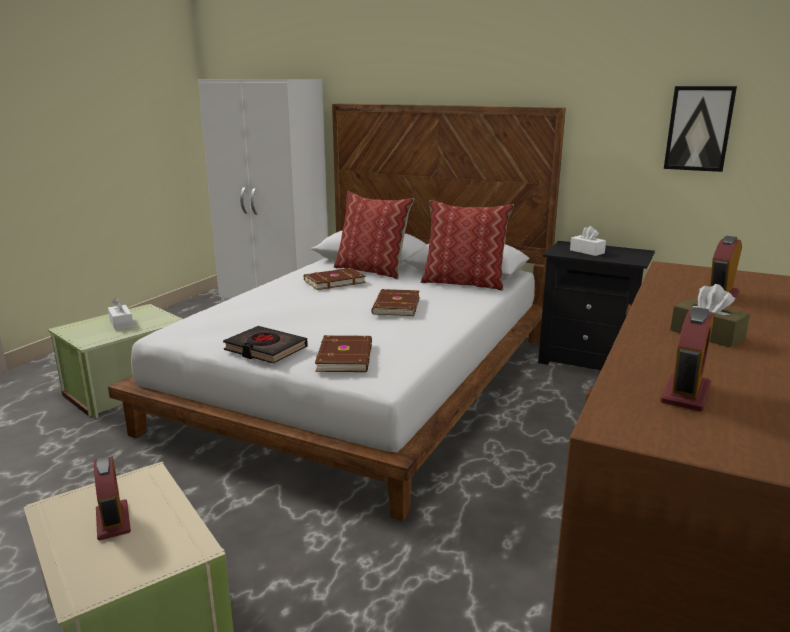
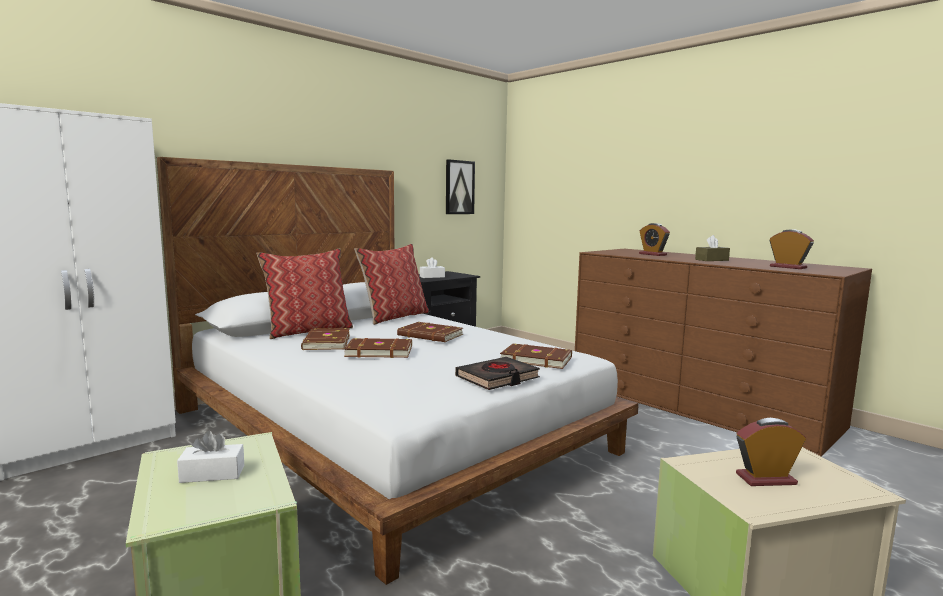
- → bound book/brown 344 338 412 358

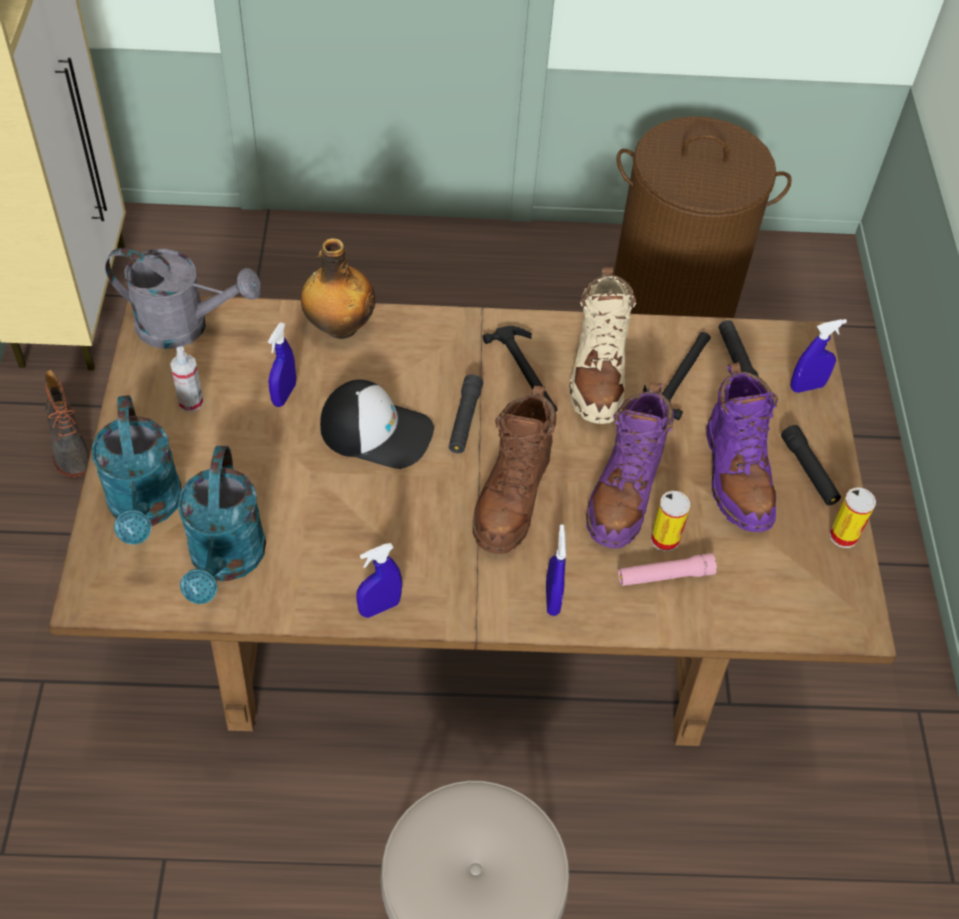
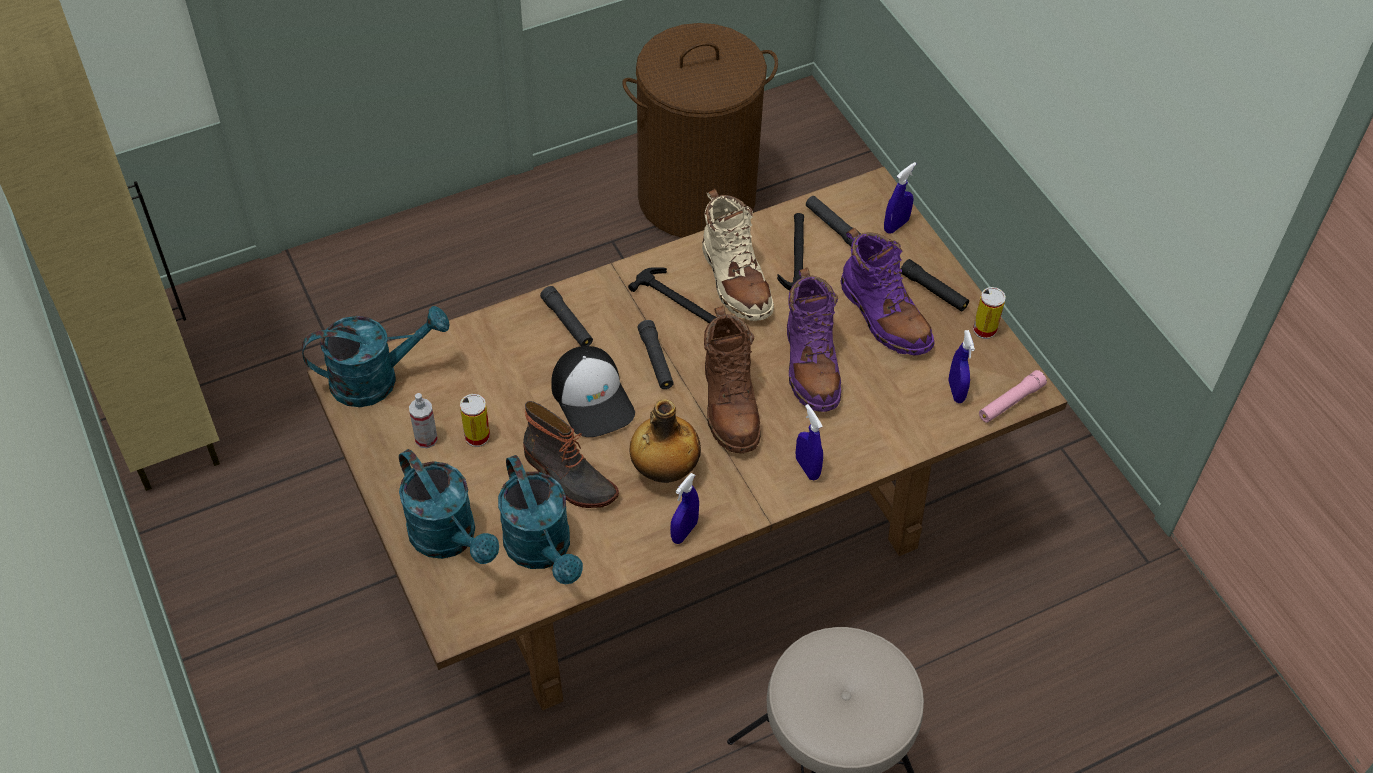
- → torch/blackish 540 286 593 346
boot 45 370 90 478 → boot 523 401 619 508, move
sprayer/blue-coloured 268 322 296 407 → sprayer/blue-coloured 948 330 975 403, move
beverage bottle 301 238 376 339 → beverage bottle 630 399 701 483, move
torch/pink 618 553 717 586 → torch/pink 979 370 1047 423, move
can 651 491 690 552 → can 460 394 490 447, move
watering pot/greyish 105 248 261 349 → watering pot/turquoise 302 306 449 407
cap 320 379 434 469 → cap 551 346 635 437, 75 degrees clockwise

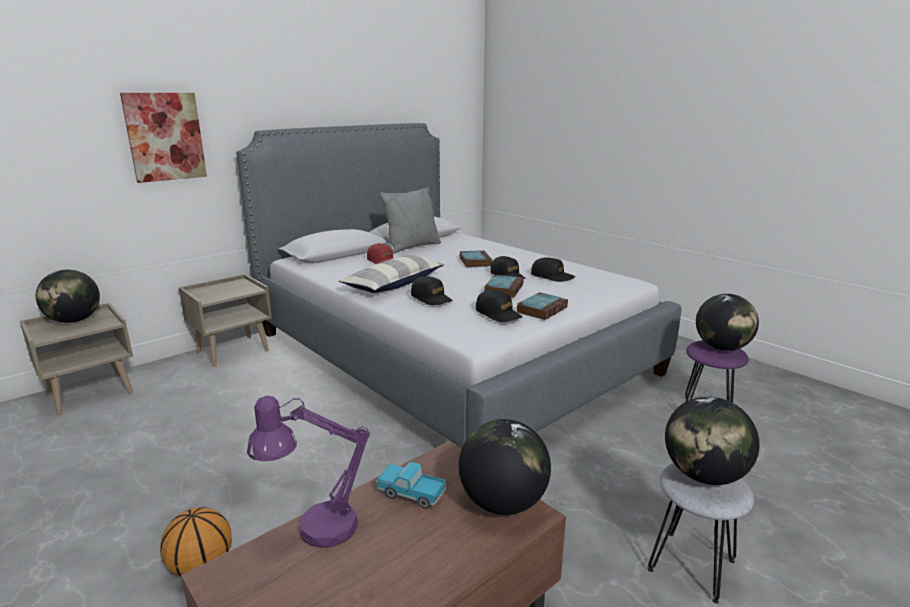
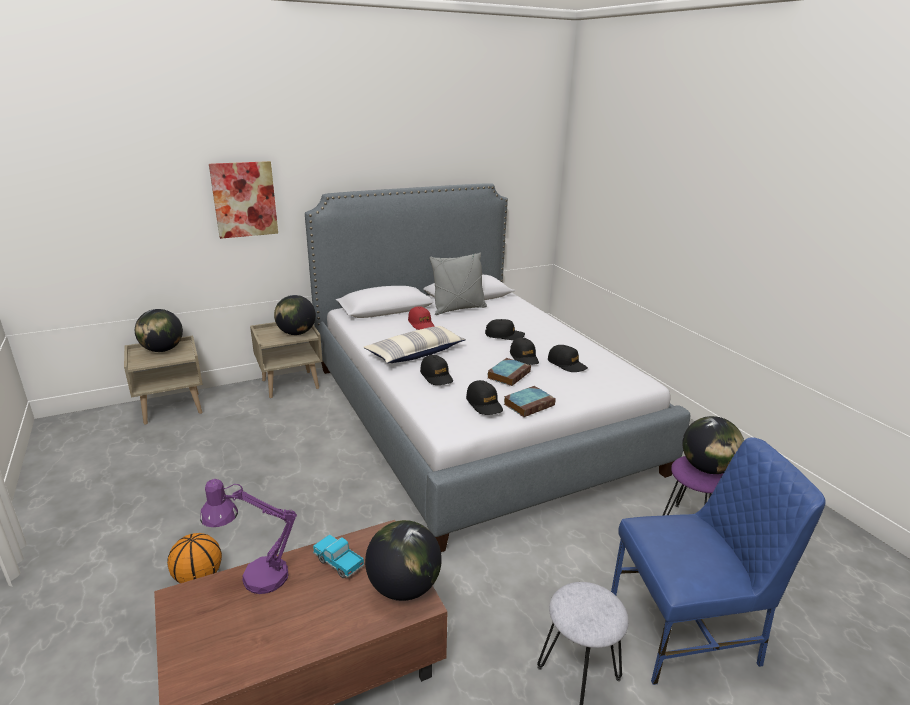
- → chair/blue-coloured 611 437 826 685
world globe 665 396 759 485 → world globe 274 295 316 335, move
bound book 460 250 492 268 → cap/blackish 485 319 525 340

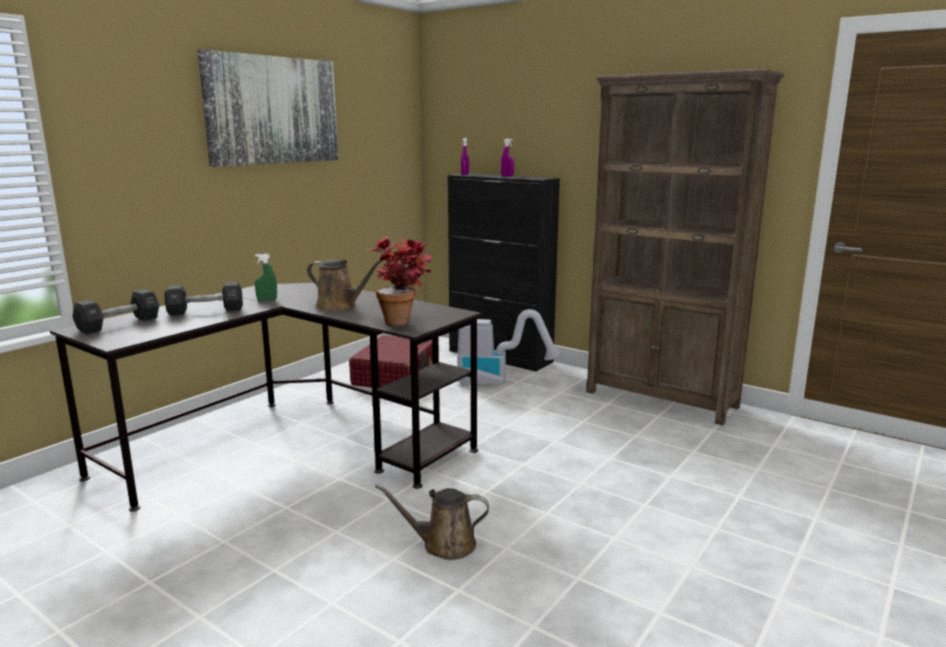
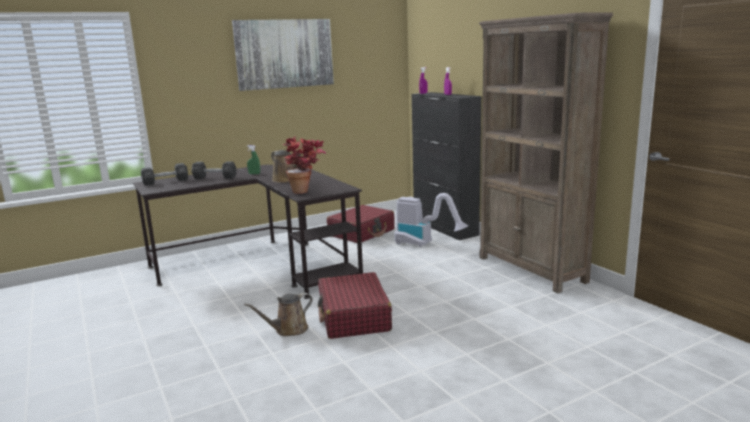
- → travel case/reddish 318 272 392 339
watering pot/brown 375 484 489 560 → watering pot/brown 244 293 313 336, 60 degrees counterclockwise

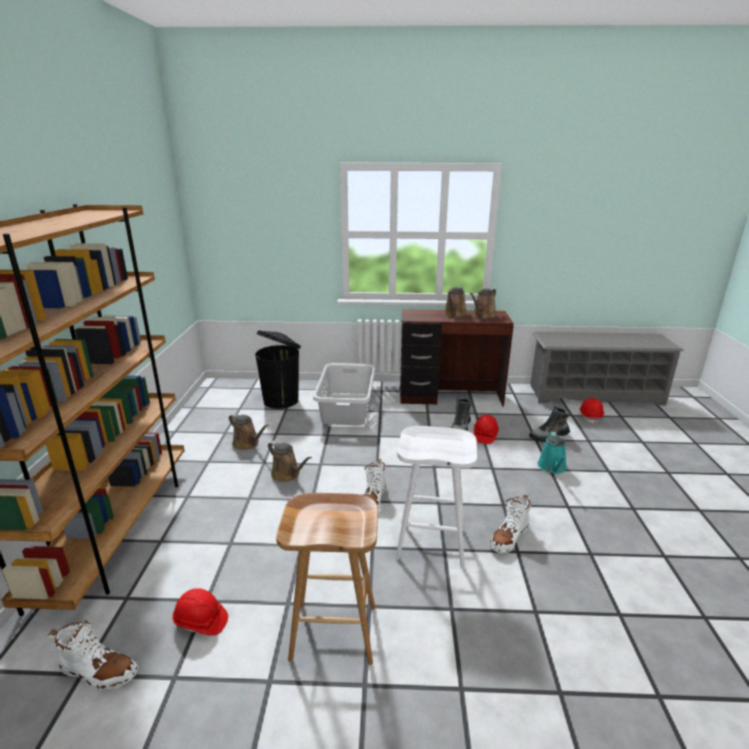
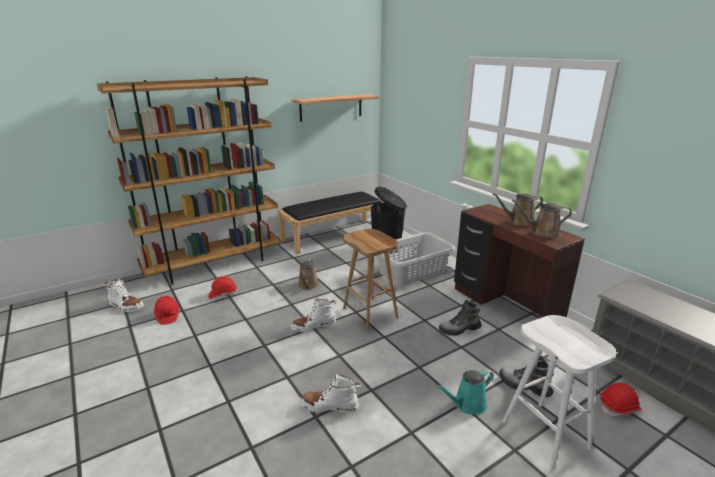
watering pot/brown 229 413 269 450 → -
- → indoor bench/blackish 278 192 384 255
- → wall shelf 291 94 379 122
stool seat/brown 276 493 378 665 → stool seat/brown 343 229 398 330, move
stool seat/whitish 396 426 477 568 → stool seat/whitish 503 315 616 471, move
safety helmet/reddish 474 415 499 444 → safety helmet/reddish 209 276 238 299, move
boot/whitish 48 620 138 690 → boot/whitish 104 279 144 312, 45 degrees counterclockwise

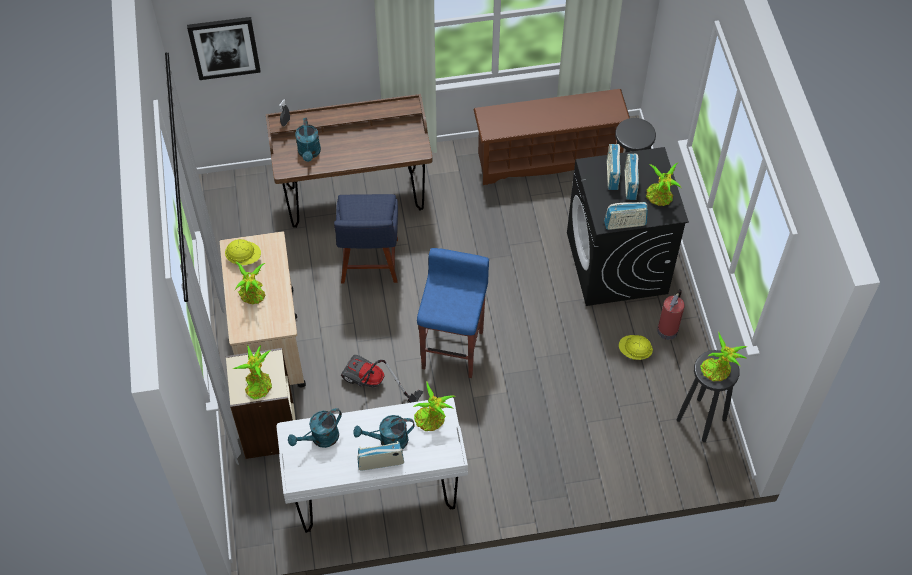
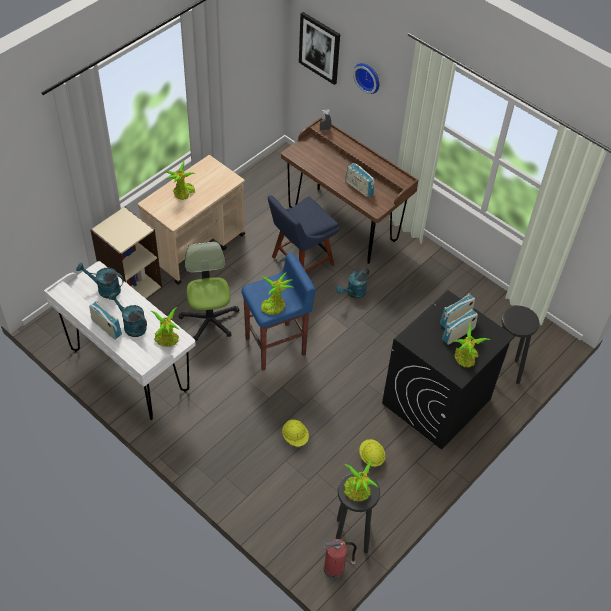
shoe rack/brown 473 89 630 185 → -
- → hanging clock 353 63 379 94
safety helmet/yellow-coloured 225 239 261 265 → safety helmet/yellow-coloured 282 420 309 446, move
plant in a pot 233 345 272 400 → plant in a pot 261 273 293 315, move
watering pot/turquoise 295 118 321 162 → watering pot/turquoise 336 268 369 298, move
radio receiver 604 202 648 230 → radio receiver 345 163 375 197, move
fire extinguisher 657 289 685 340 → fire extinguisher 324 539 356 579, move
hoover 341 355 423 403 → office chair 179 242 240 342

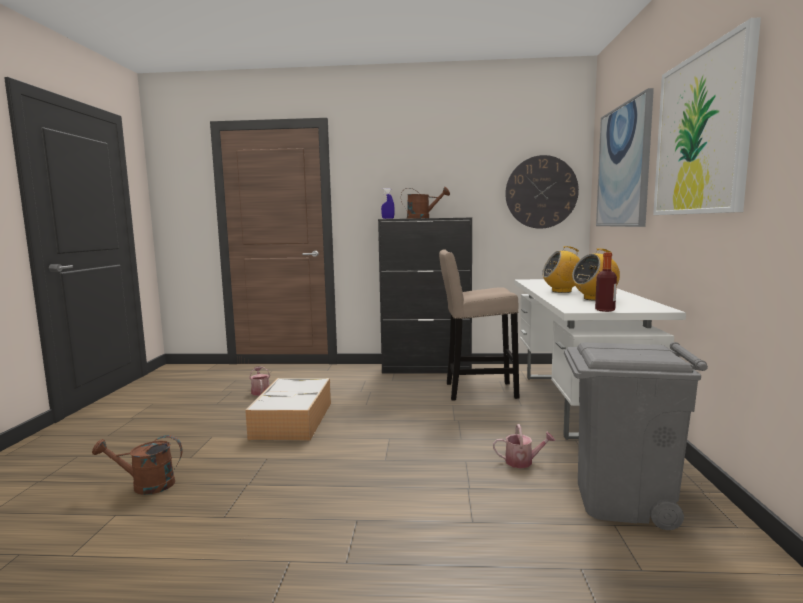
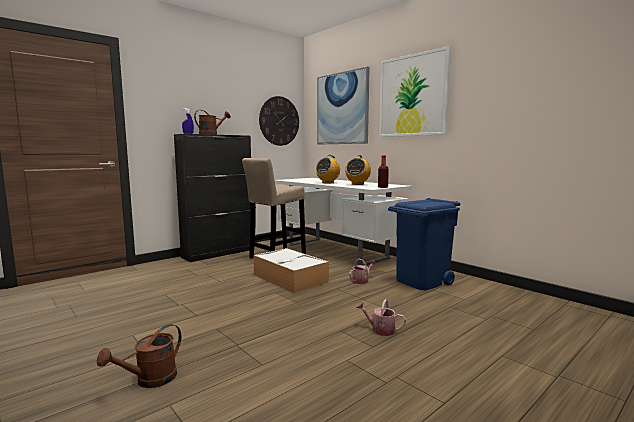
storage bin 245 378 331 441 → storage bin 253 248 329 293, move
watering pot 249 366 270 396 → watering pot 356 299 406 336, move
trash can/greyish 564 342 708 530 → trash can/blue-coloured 388 198 460 290

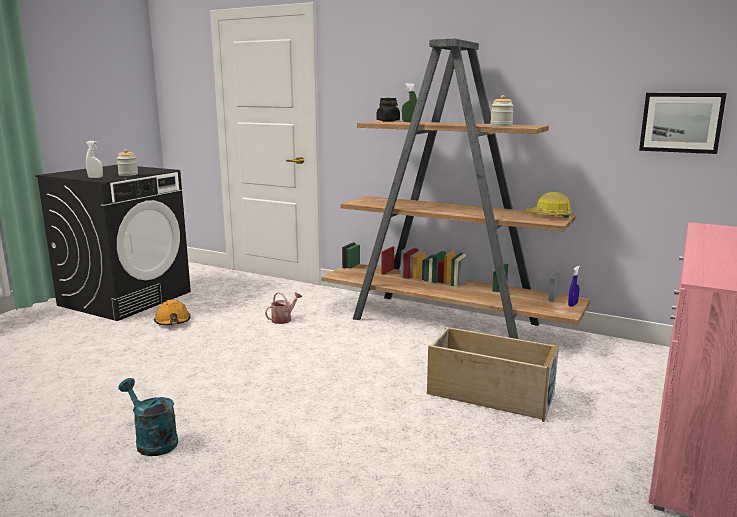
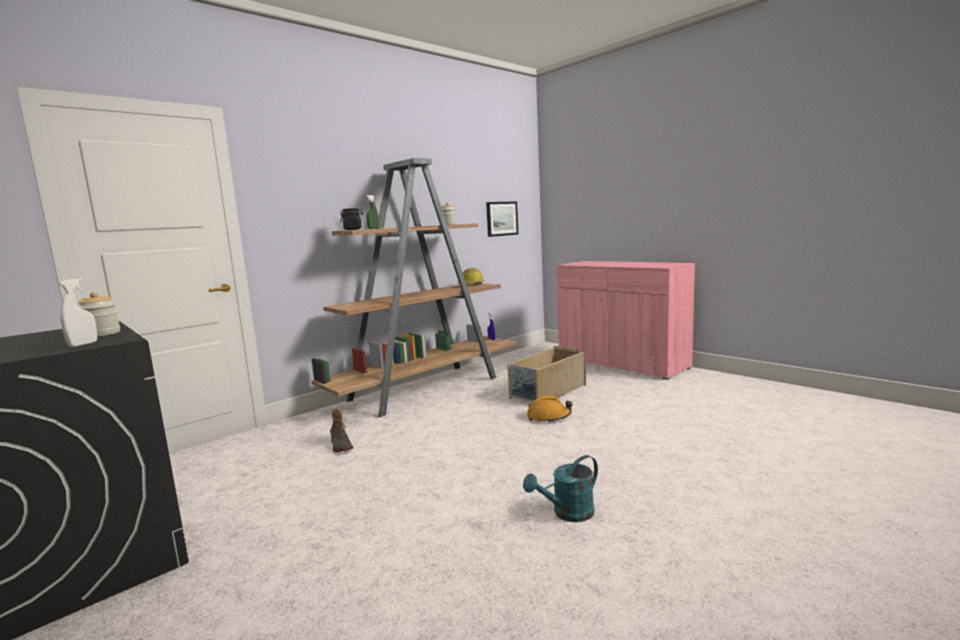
safety helmet/orange 154 299 191 325 → safety helmet/orange 527 395 572 423, move
watering pot 265 292 302 324 → boot 330 409 353 452

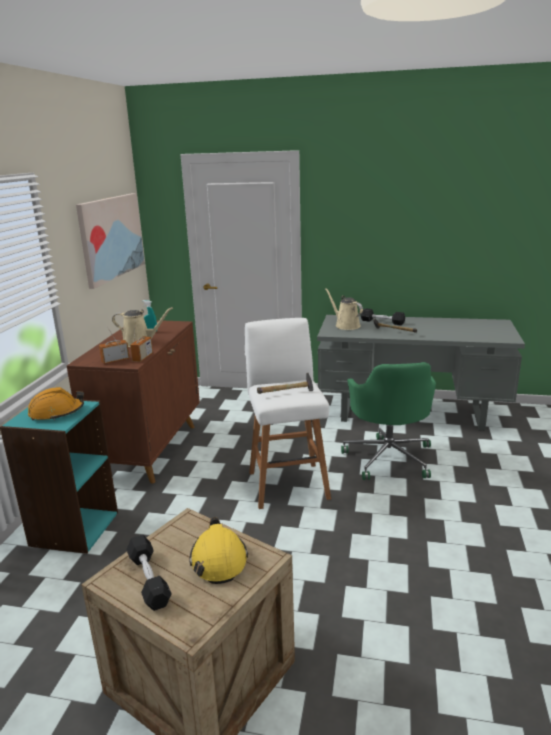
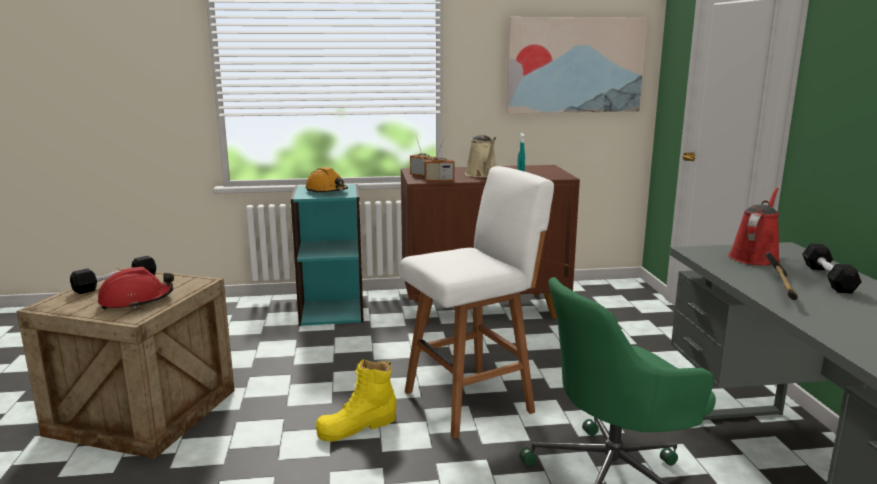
hand hammer 257 373 314 394 → -
- → boot/yellow-coloured 316 359 396 442
safety helmet/yellow-coloured 189 517 248 584 → safety helmet/reddish 98 267 174 310
watering pot/sand-coloured 325 288 363 330 → watering pot/reddish 728 188 780 266

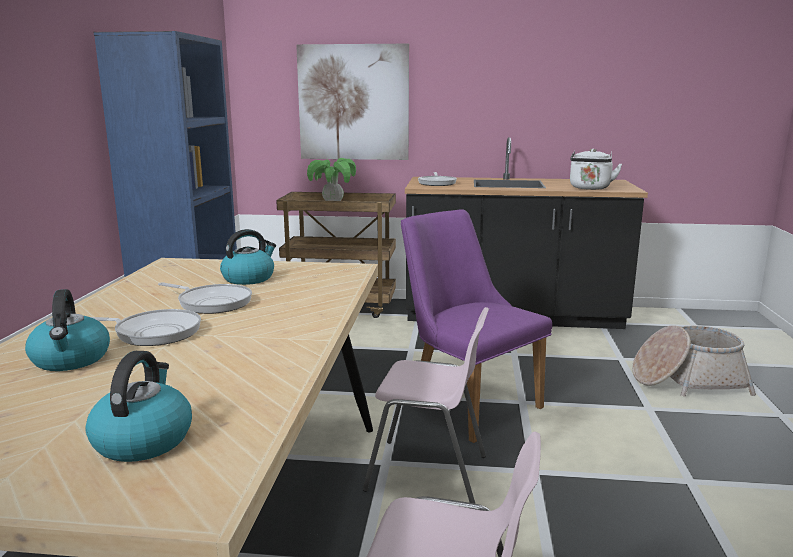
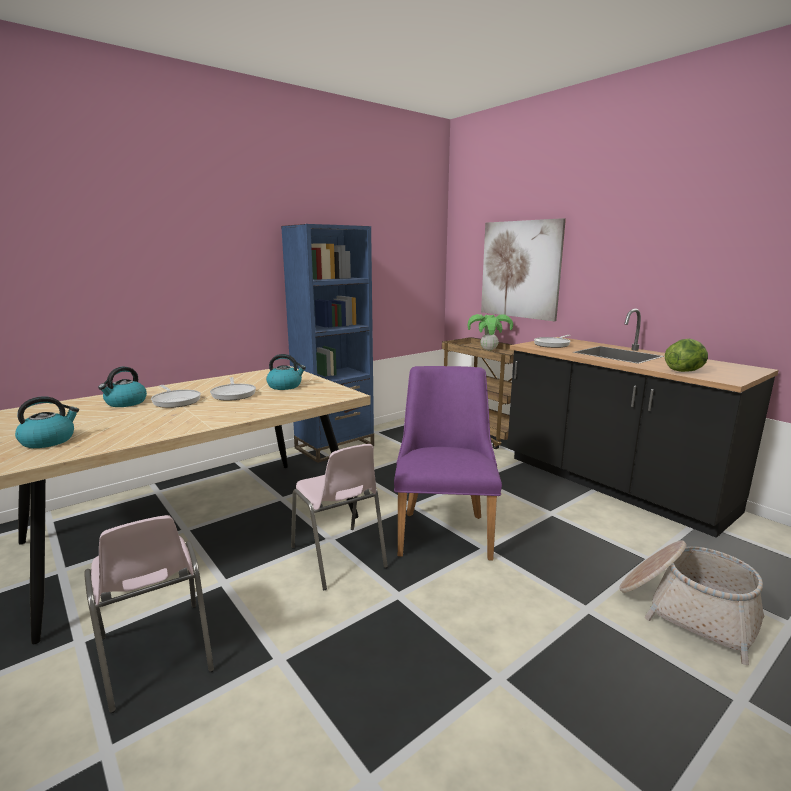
water kettle/whitish 570 148 622 190 → lettuce 665 339 708 372

